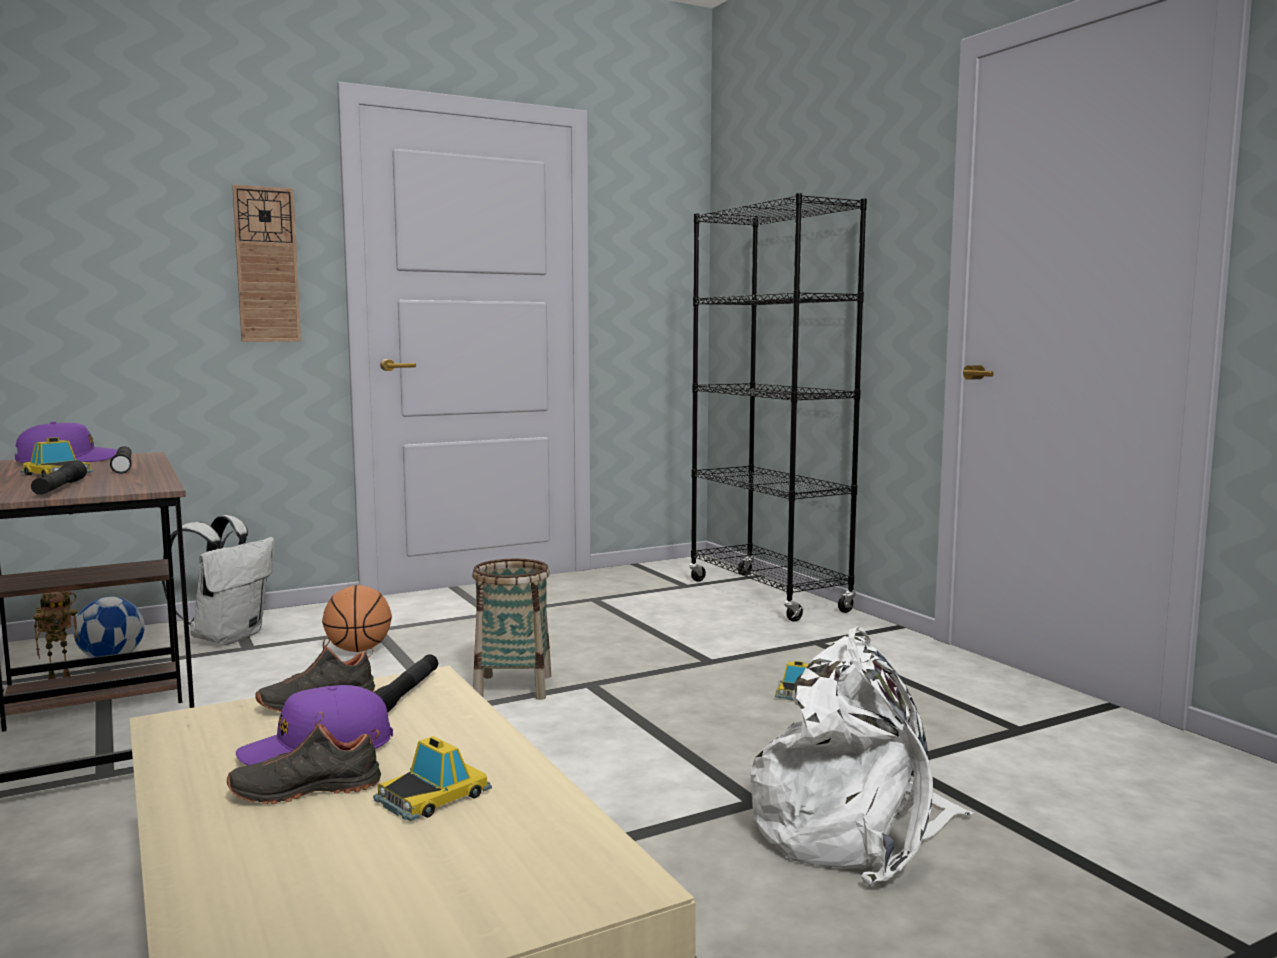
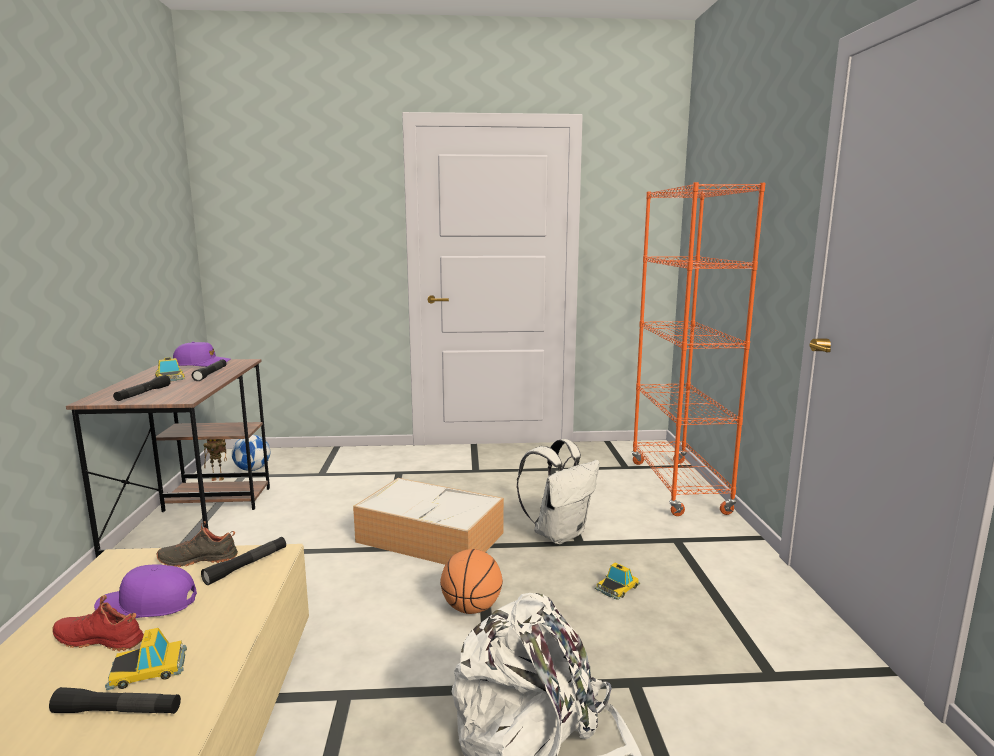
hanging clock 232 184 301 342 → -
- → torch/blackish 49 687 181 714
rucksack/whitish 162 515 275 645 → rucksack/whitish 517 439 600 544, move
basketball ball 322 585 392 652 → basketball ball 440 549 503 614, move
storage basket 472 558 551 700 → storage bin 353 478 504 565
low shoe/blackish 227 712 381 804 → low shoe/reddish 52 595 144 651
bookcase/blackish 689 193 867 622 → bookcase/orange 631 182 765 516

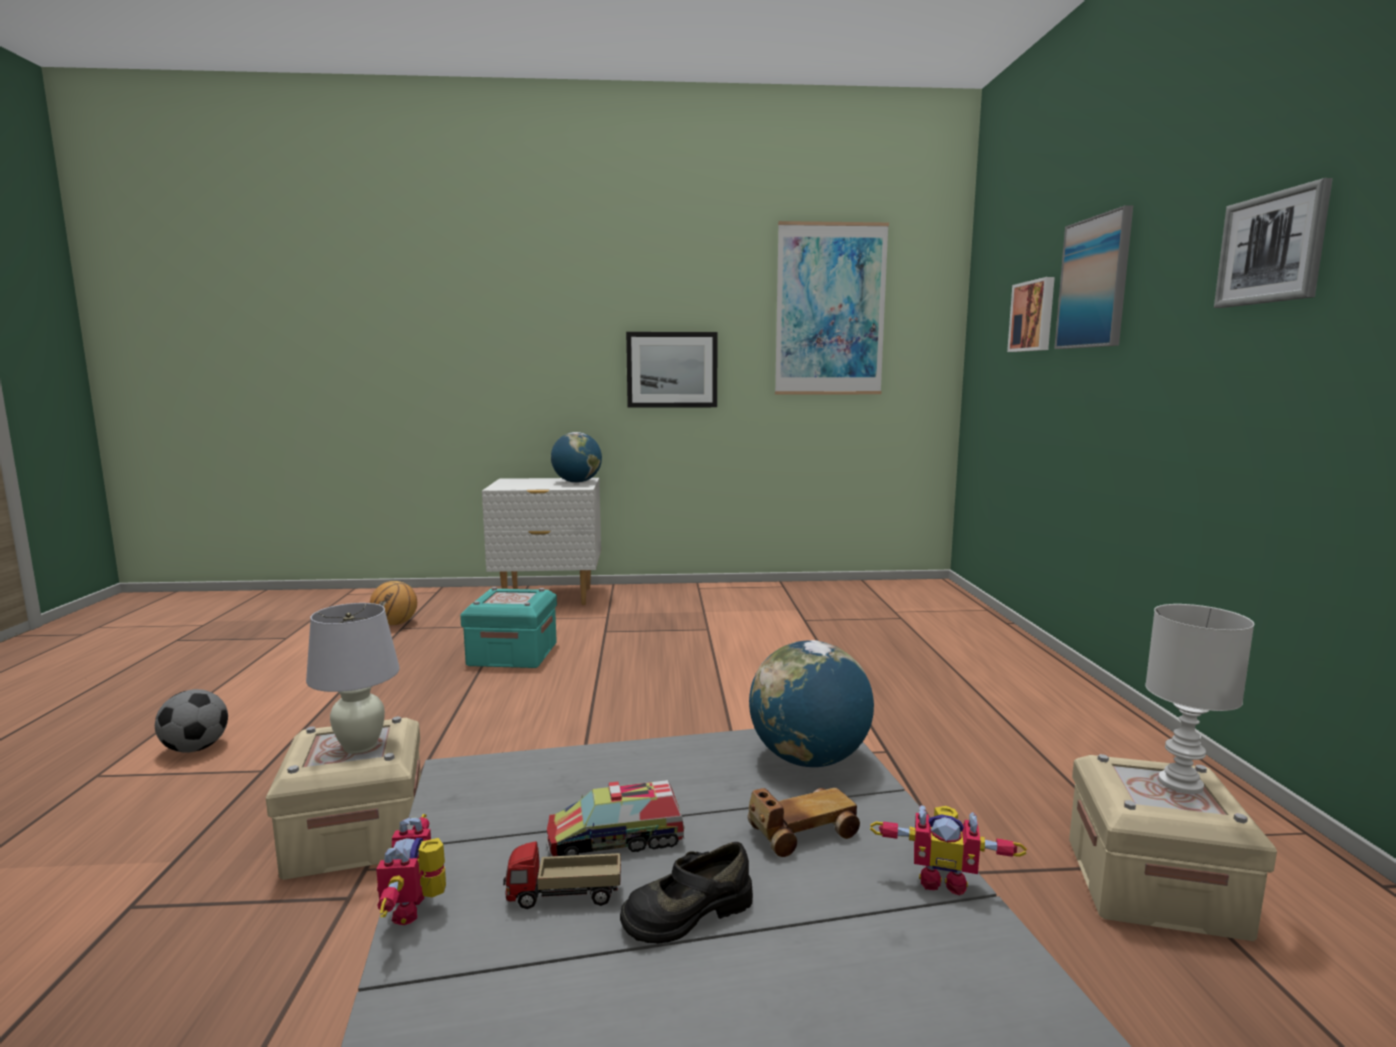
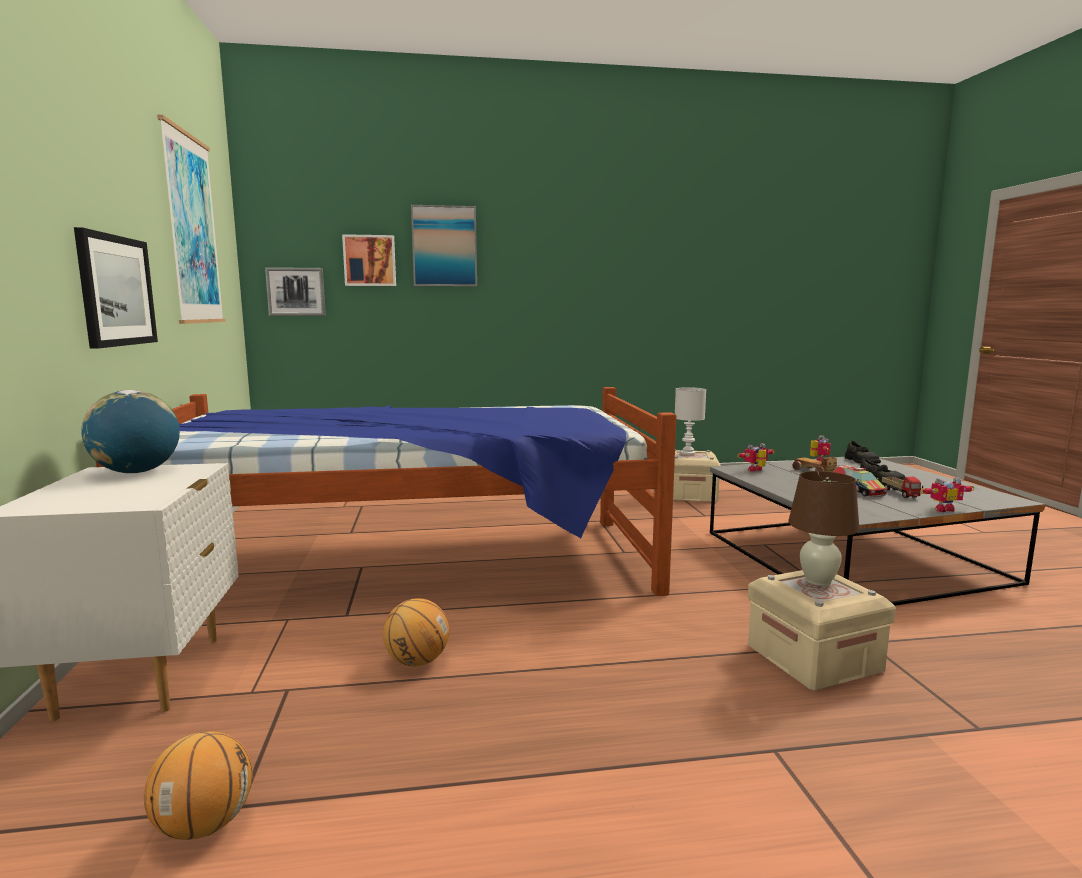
football 155 689 228 753 → -
- → sleeping bed 96 387 676 596
- → low shoe/blackish 845 441 881 464
wall art 1214 178 1333 308 → wall art 265 267 326 316, move
storage bin/turquoise 460 587 557 668 → basketball ball 383 598 449 666
world globe 749 640 874 767 → model robot 737 443 774 472
table lamp/whitish 306 603 399 754 → table lamp/brown 788 471 859 586

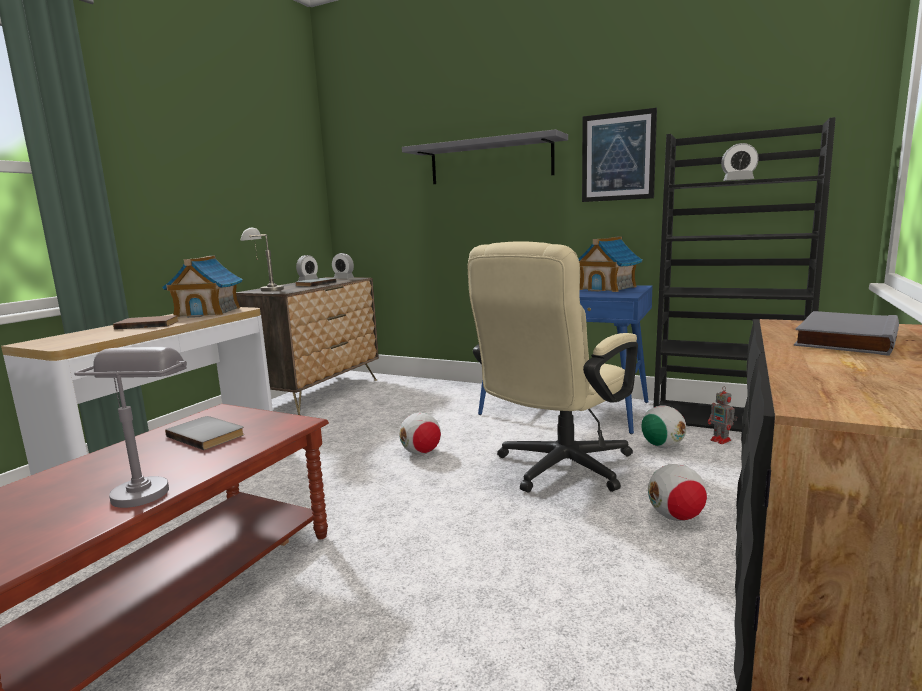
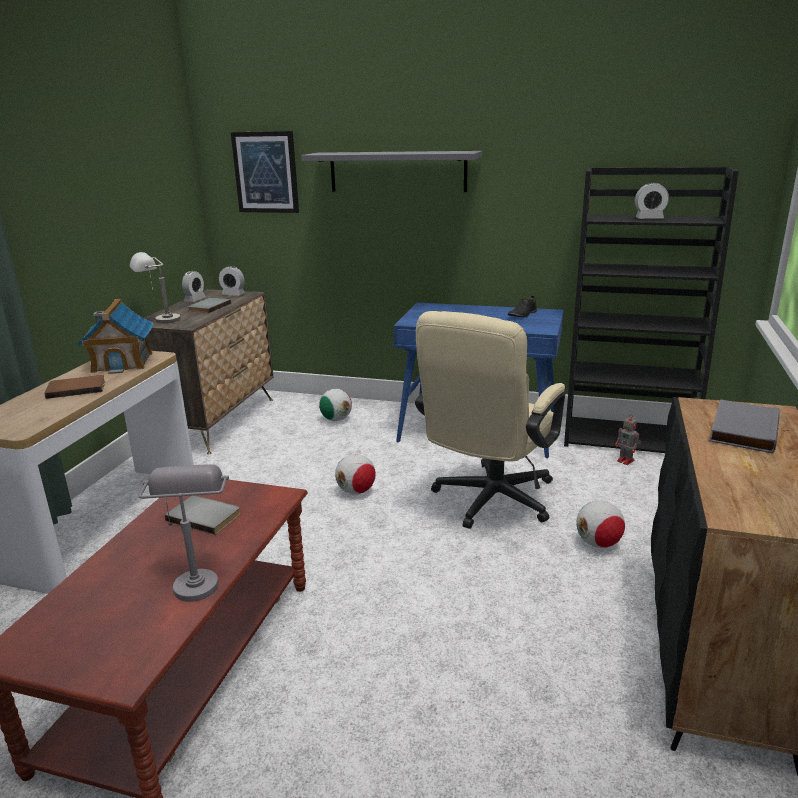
wall art 582 108 657 202 → wall art 231 131 299 213, move
football 641 406 686 448 → football 319 389 352 421, move
toy house 578 236 643 292 → low shoe/blackish 507 295 537 318

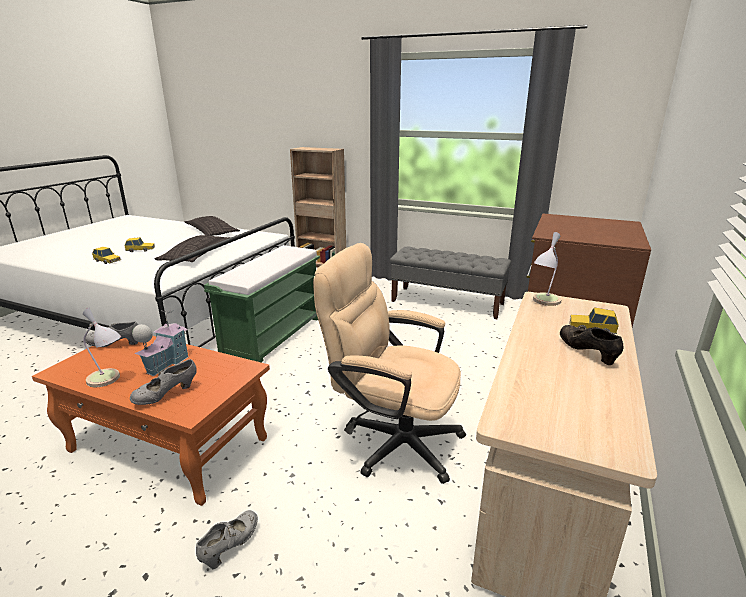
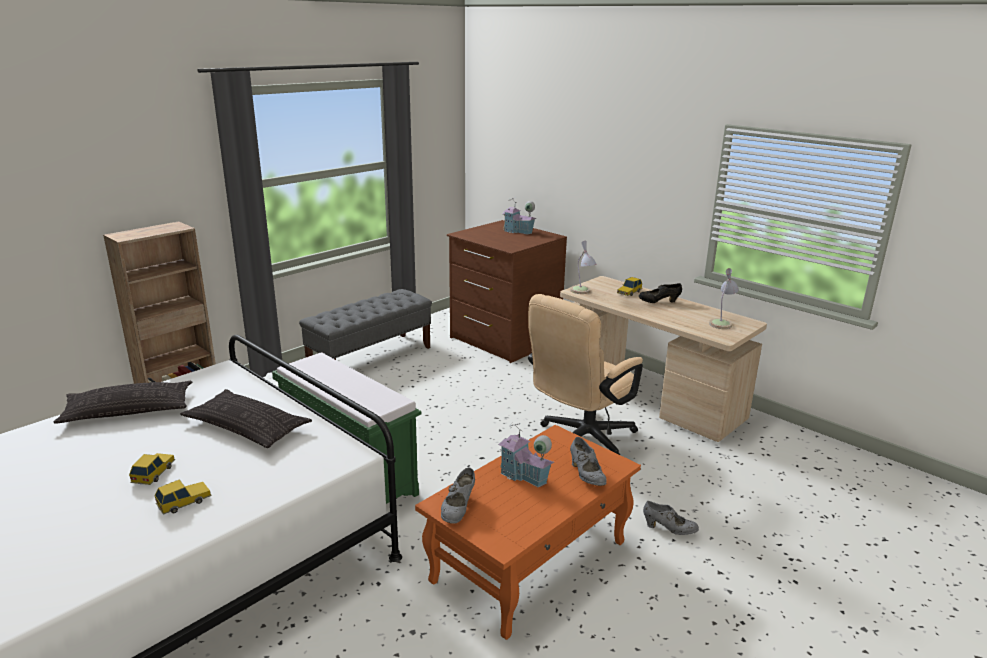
- → toy house 502 197 537 235
table lamp 83 308 121 387 → table lamp 709 268 739 329, move
low shoe/greyish 196 510 258 569 → low shoe/greyish 643 501 699 535, 150 degrees clockwise

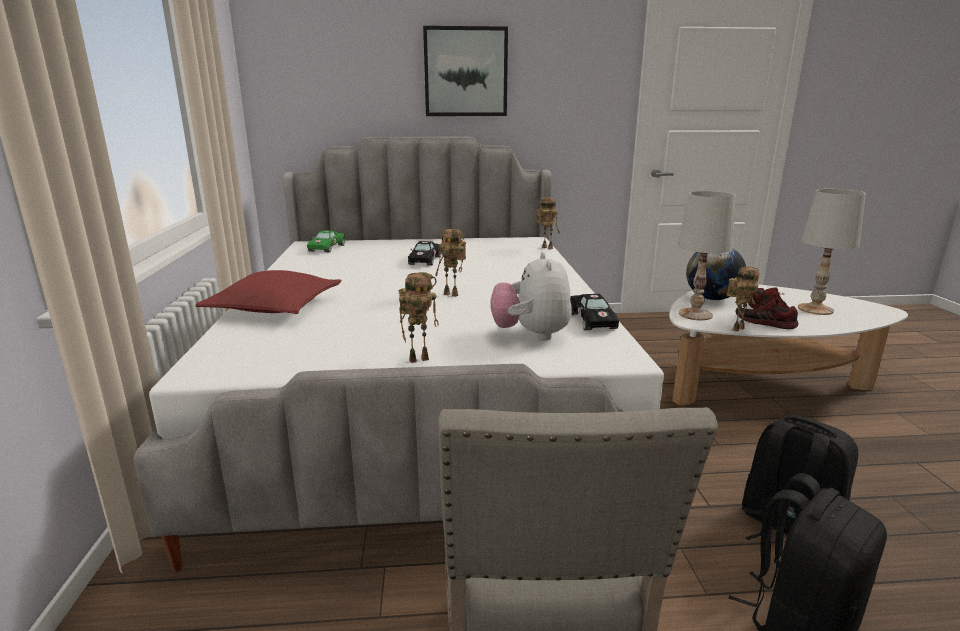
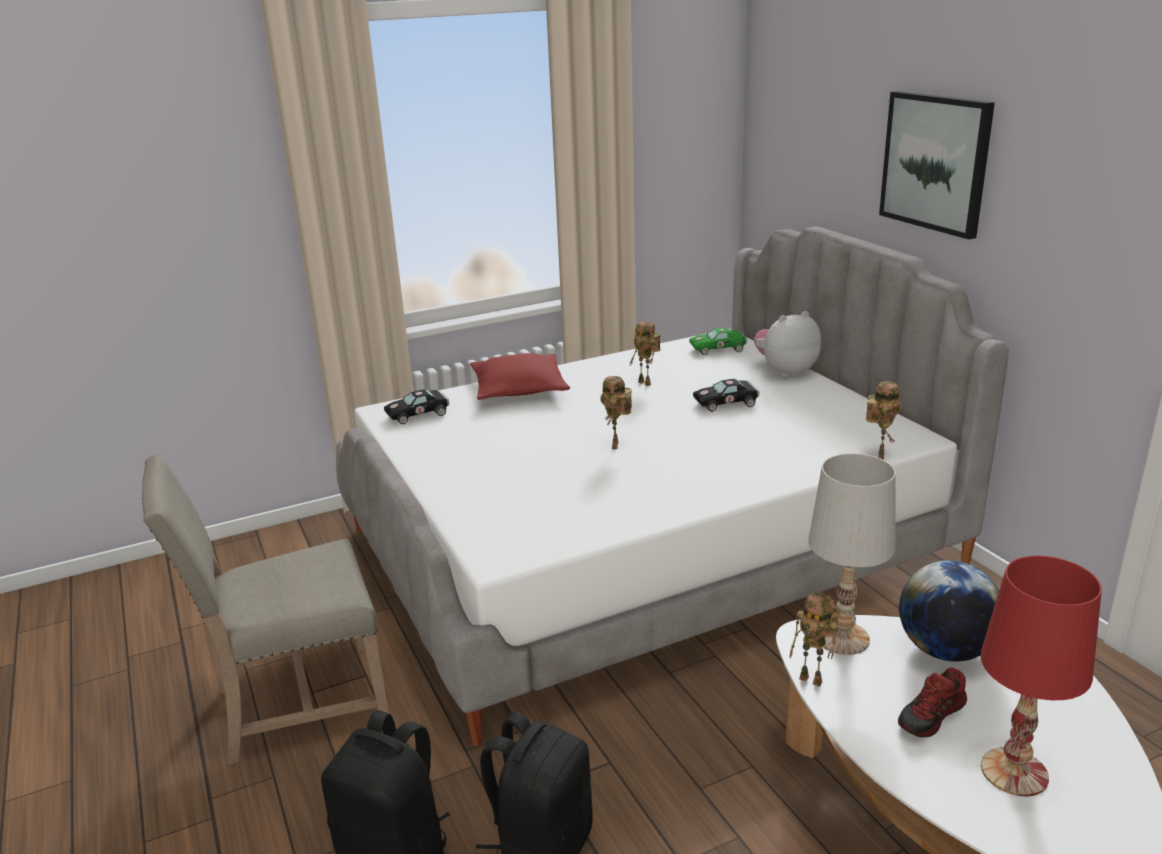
low shoe 736 299 799 329 → -
model robot 399 272 439 363 → model robot 629 321 661 386, move
soft toy 491 252 572 341 → soft toy 754 311 821 378, move
miniature car/blackish 570 294 619 330 → miniature car/blackish 384 389 449 424, move
table lamp/whitish 798 189 866 315 → table lamp/reddish 980 556 1102 796

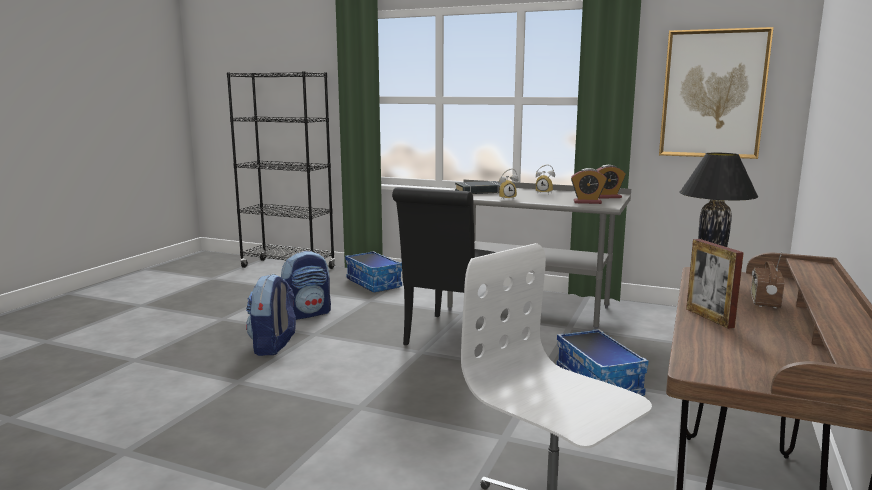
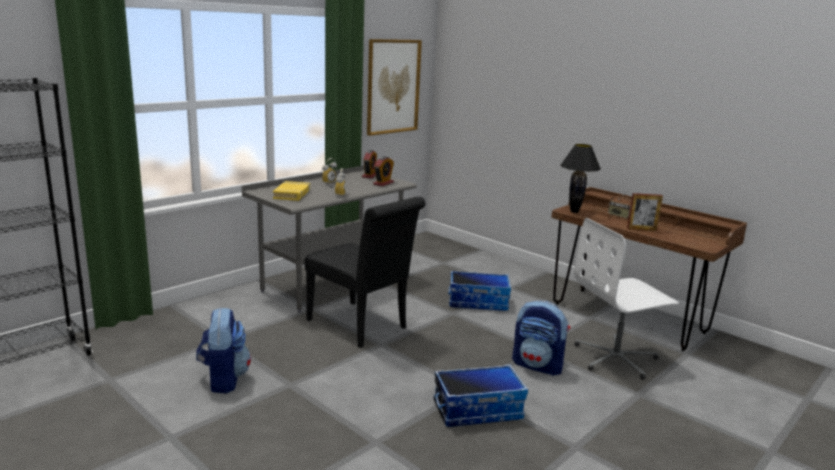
rucksack 246 274 296 356 → rucksack 512 301 570 376, move
storage bin 345 251 402 292 → storage bin 434 365 528 427, move
bound book/blackish 455 181 501 194 → bound book/yellow-coloured 273 181 310 201

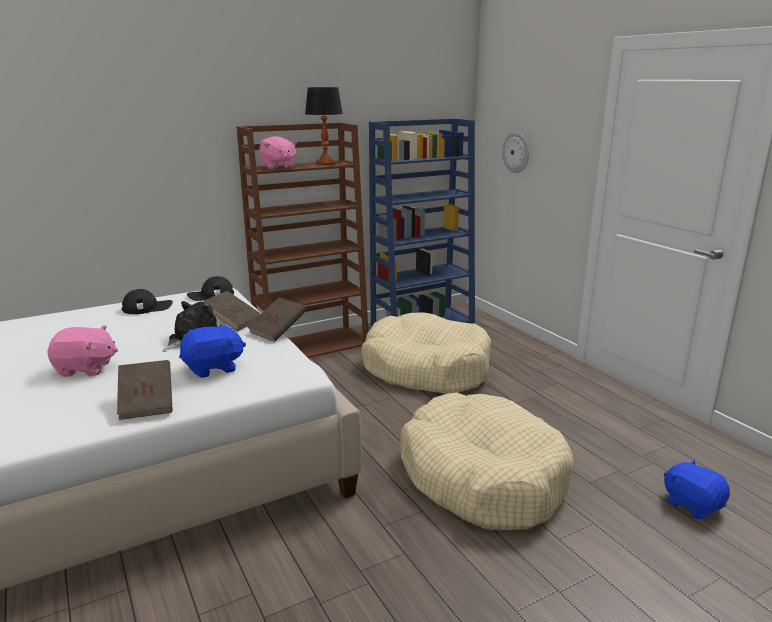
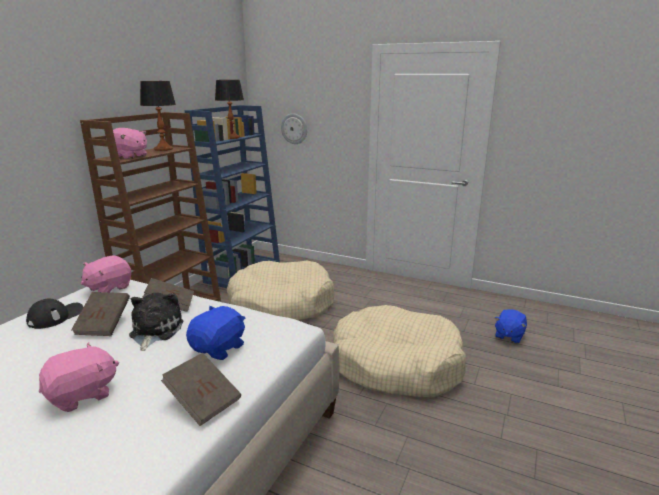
- → table lamp 215 80 244 139
bound book/brown 247 297 307 342 → bound book/brown 71 292 130 336, move
cap/blackish 187 276 234 301 → soft toy/pink 81 256 131 292
soft toy/blue-coloured 664 460 730 519 → soft toy/blue-coloured 495 309 527 343, 75 degrees counterclockwise

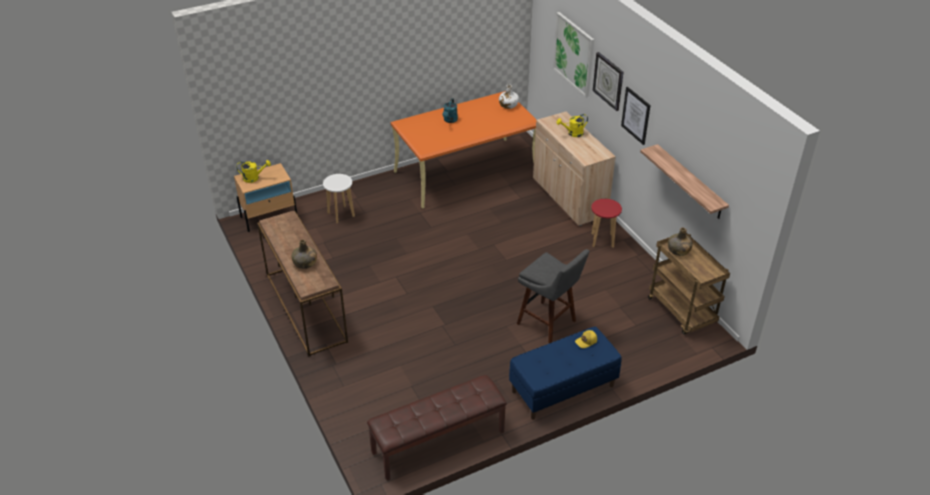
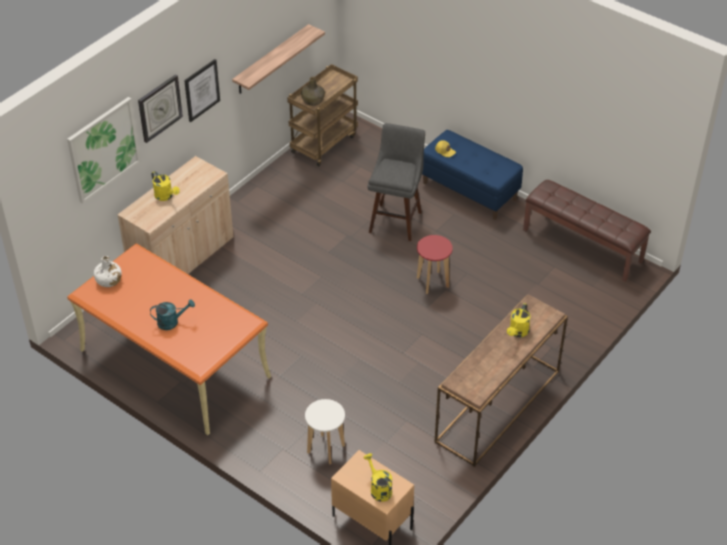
stool seat/reddish 591 199 622 248 → stool seat/reddish 417 235 453 294, move
beverage bottle/green-coloured 292 240 317 269 → watering pot/yellow-coloured 507 303 530 337

